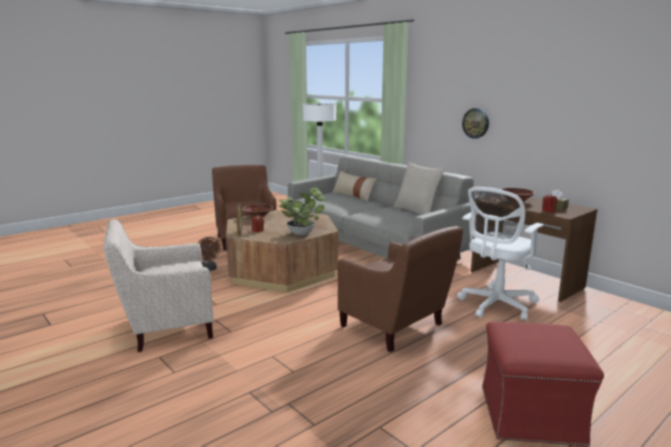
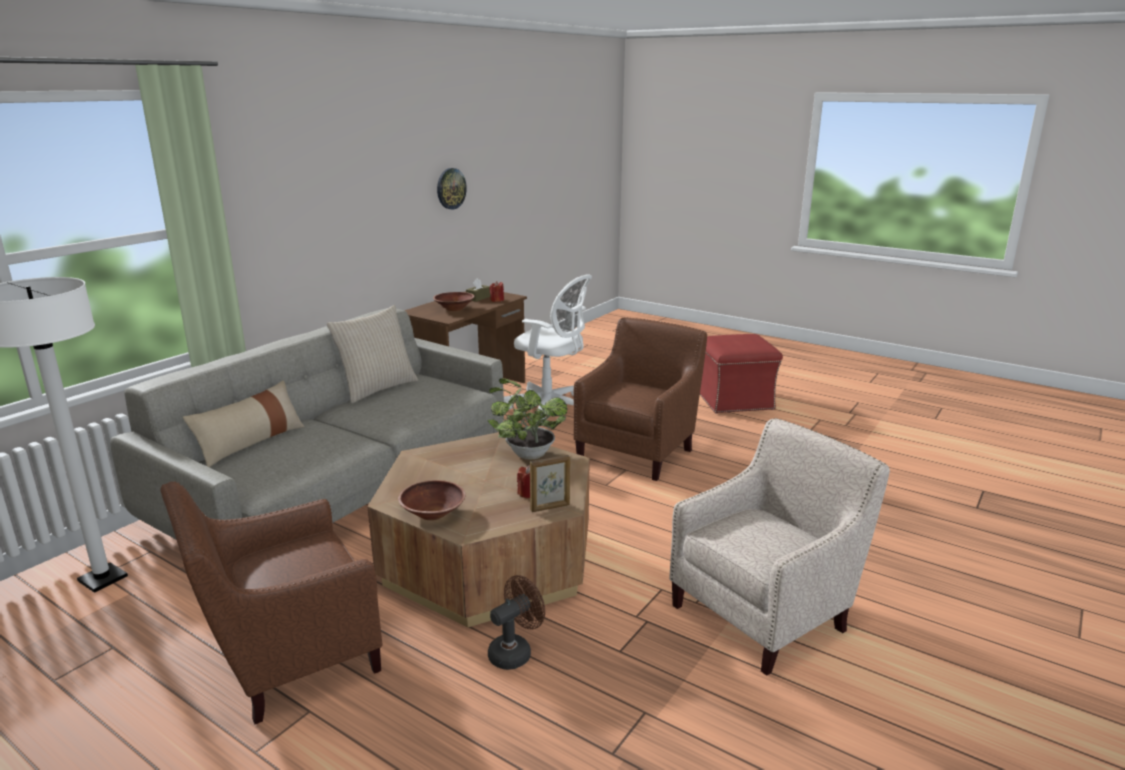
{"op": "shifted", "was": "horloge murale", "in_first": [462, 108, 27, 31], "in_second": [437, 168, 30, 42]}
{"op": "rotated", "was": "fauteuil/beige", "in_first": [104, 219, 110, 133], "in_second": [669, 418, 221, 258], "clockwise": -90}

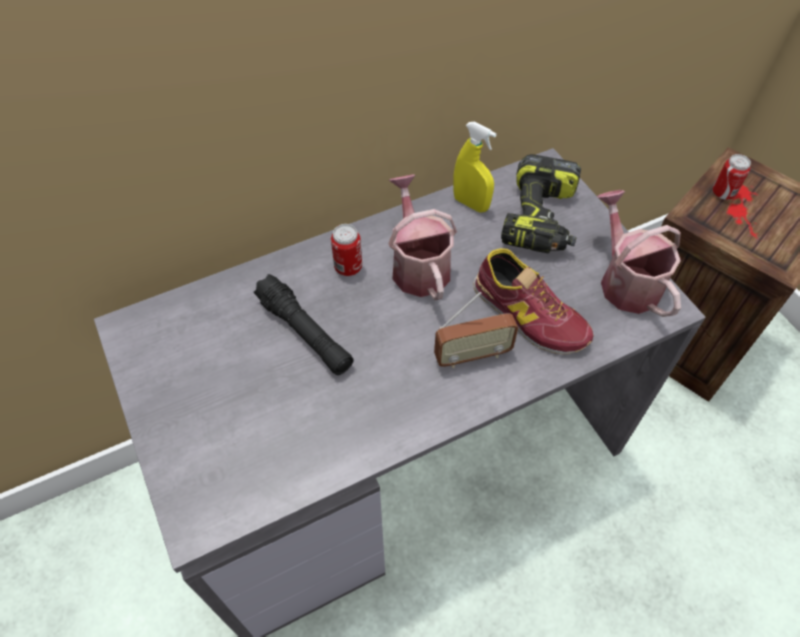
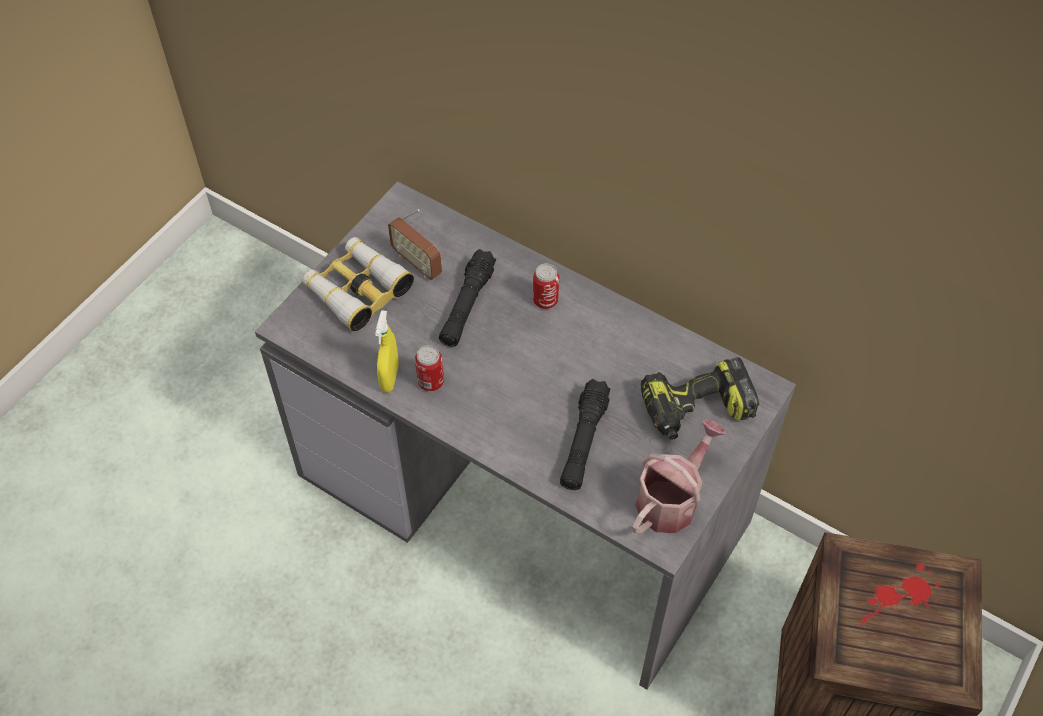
{"op": "shifted", "was": "vaporisateur/jaune", "in_first": [453, 122, 44, 91], "in_second": [375, 310, 24, 83]}
{"op": "shifted", "was": "boîte métallique", "in_first": [712, 154, 39, 46], "in_second": [415, 345, 29, 46]}
{"op": "gone", "was": "arrosoir", "in_first": [388, 174, 69, 126]}
{"op": "swapped", "was": "chaussure", "now": "lampe de poche/noir", "in_first": [473, 248, 121, 106], "in_second": [560, 379, 51, 111]}
{"op": "shifted", "was": "radio", "in_first": [434, 292, 84, 76], "in_second": [388, 209, 54, 71]}
{"op": "new", "now": "jumelles", "in_second": [302, 237, 112, 95]}

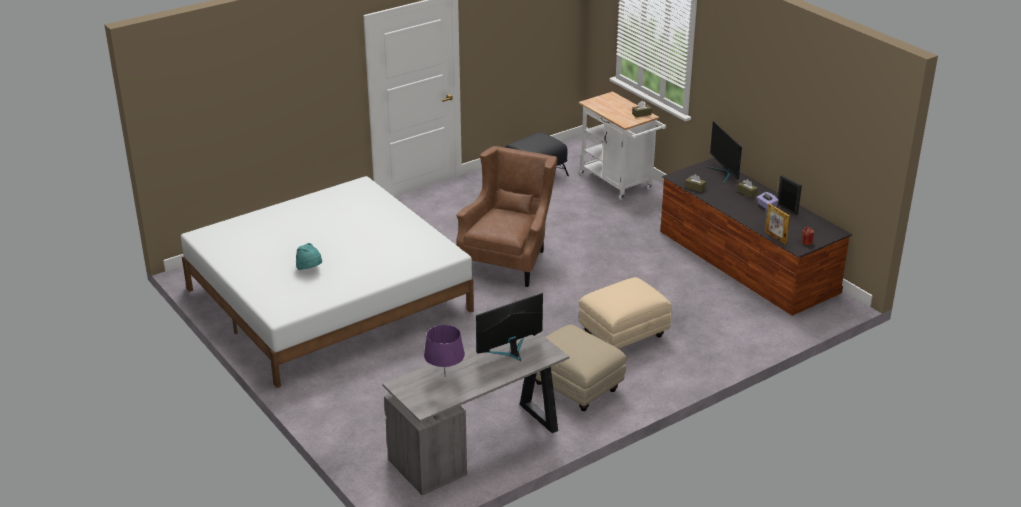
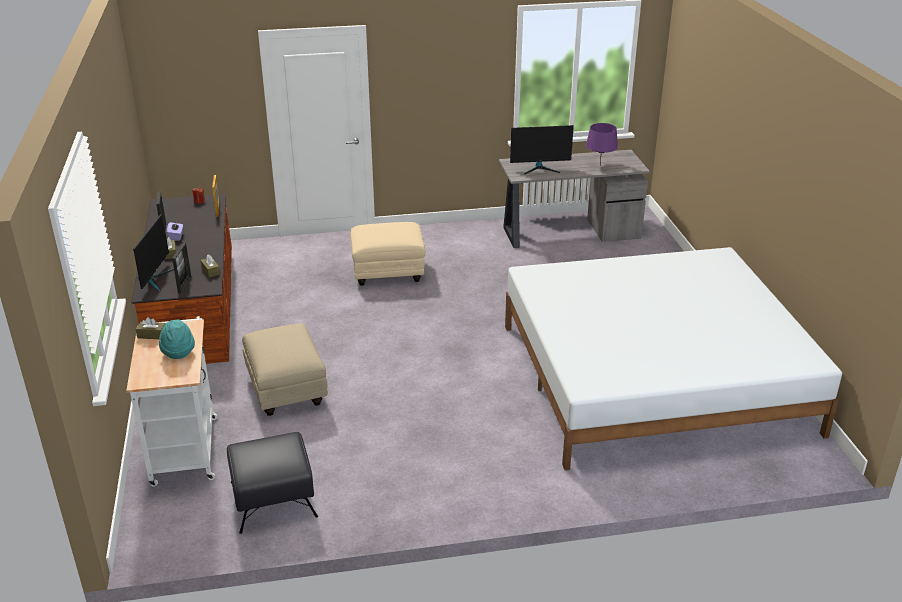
{"op": "gone", "was": "fauteuil/marron", "in_first": [456, 146, 101, 141]}
{"op": "shifted", "was": "chapeau/turquoise", "in_first": [296, 243, 26, 27], "in_second": [159, 320, 36, 39]}
{"op": "shifted", "was": "pouf/beige", "in_first": [535, 325, 92, 86], "in_second": [242, 324, 86, 92]}
{"op": "new", "now": "cadre photo", "in_second": [172, 243, 19, 50]}

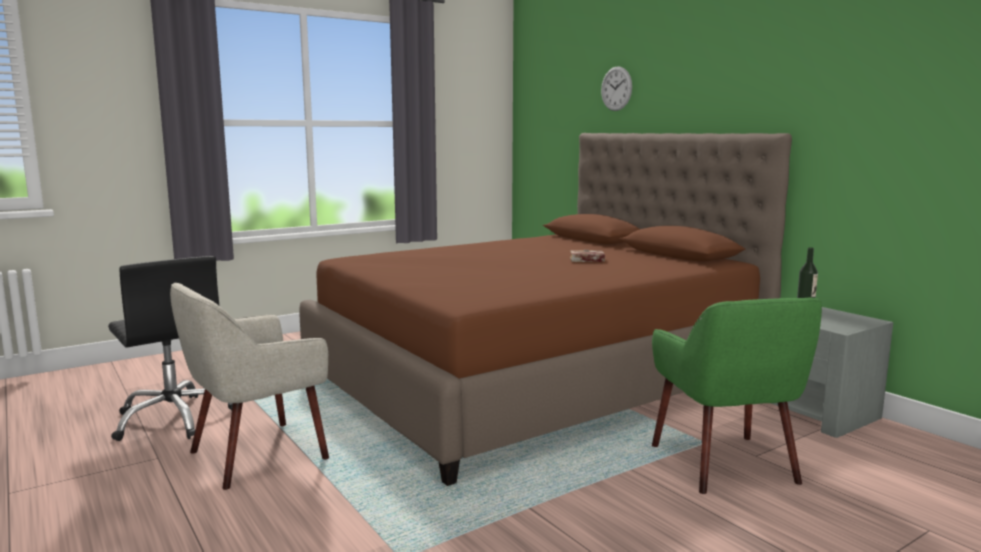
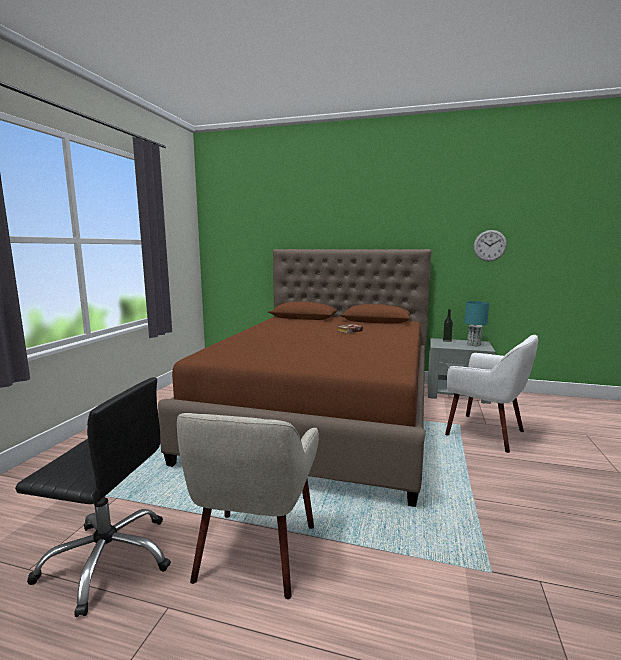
{"op": "shifted", "was": "horloge murale", "in_first": [601, 66, 31, 45], "in_second": [474, 230, 33, 31]}
{"op": "repainted", "was": "fauteuil/vert", "now": "fauteuil/blanc", "in_first": [652, 298, 170, 196], "in_second": [445, 335, 93, 118]}
{"op": "new", "now": "lampe de table/turquoise", "in_second": [464, 301, 25, 45]}

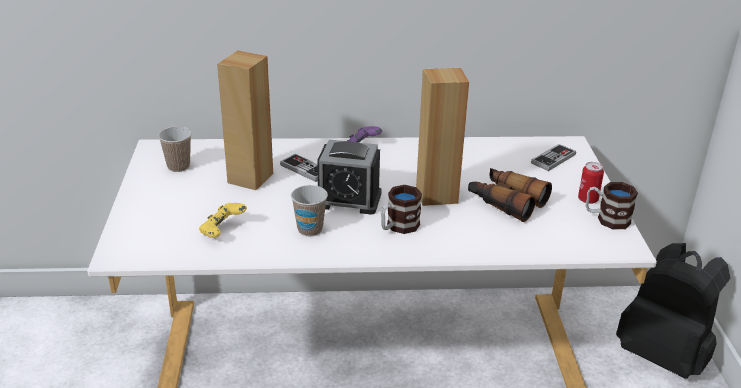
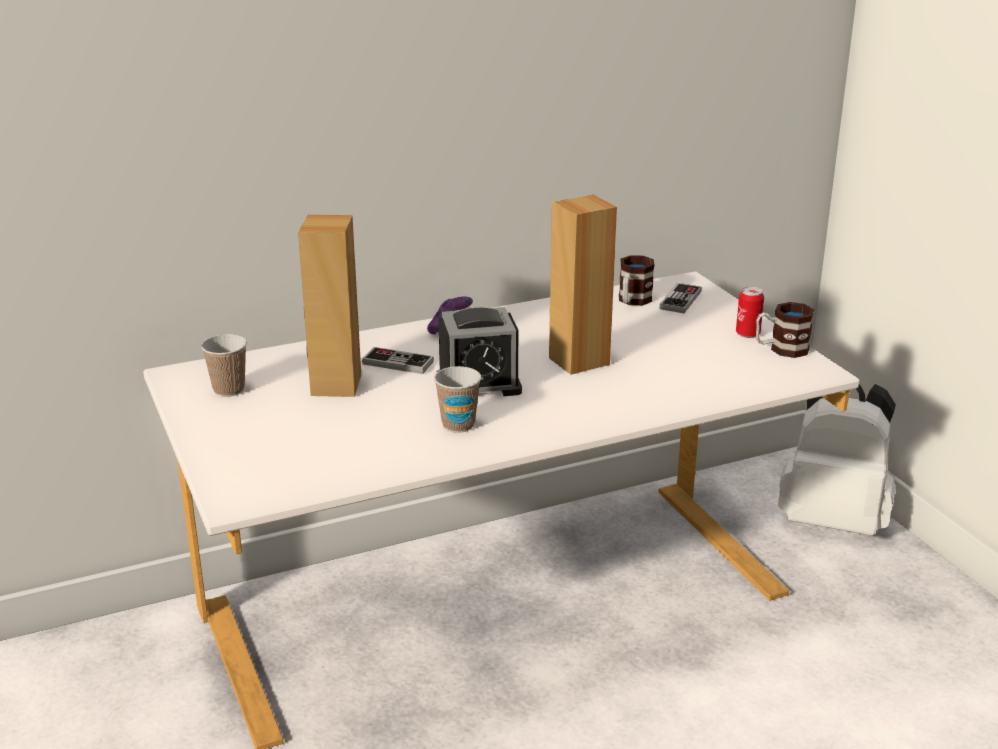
{"op": "gone", "was": "jumelles", "in_first": [468, 168, 84, 54]}
{"op": "shifted", "was": "mug", "in_first": [381, 185, 41, 49], "in_second": [619, 255, 36, 50]}
{"op": "gone", "was": "manette/jaune", "in_first": [199, 203, 48, 35]}
{"op": "repainted", "was": "sac à dos/noir", "now": "sac à dos/blanc", "in_first": [616, 243, 114, 136], "in_second": [778, 384, 118, 152]}

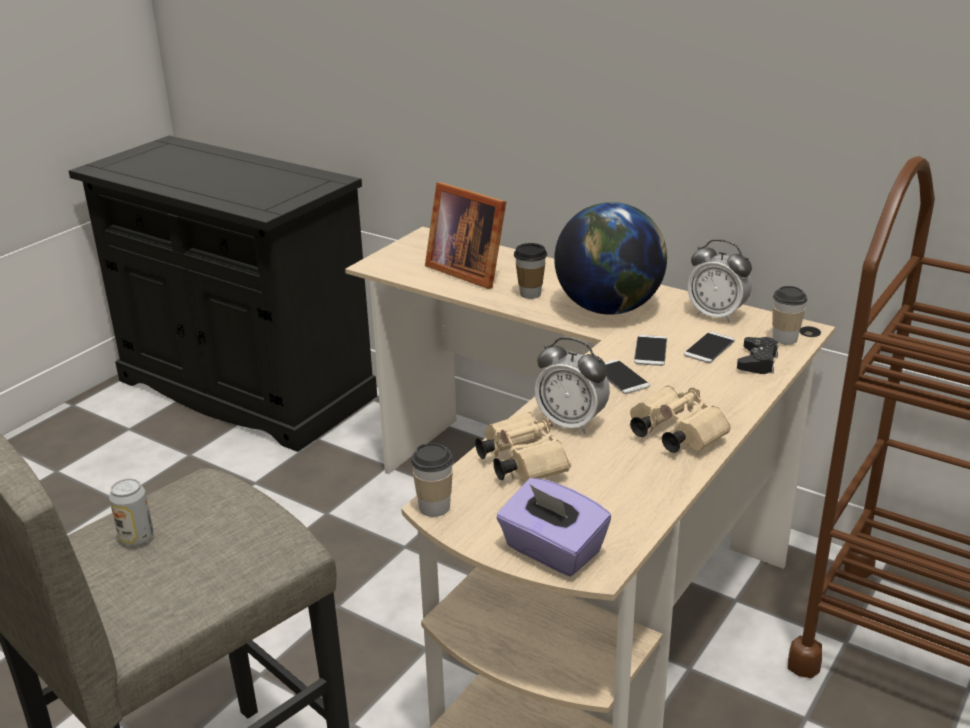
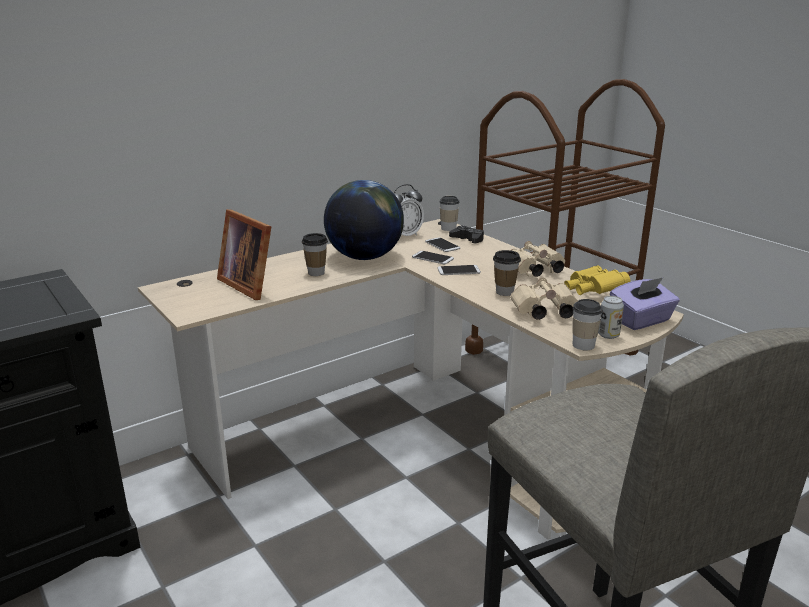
{"op": "rotated", "was": "cadre photo", "in_first": [425, 182, 81, 107], "in_second": [217, 209, 54, 91], "clockwise": 75}
{"op": "swapped", "was": "réveil", "now": "tasse", "in_first": [535, 337, 75, 97], "in_second": [493, 250, 28, 46]}
{"op": "shifted", "was": "boîte métallique", "in_first": [109, 479, 45, 67], "in_second": [598, 296, 26, 43]}
{"op": "new", "now": "jumelles/jaune", "in_second": [564, 266, 67, 29]}

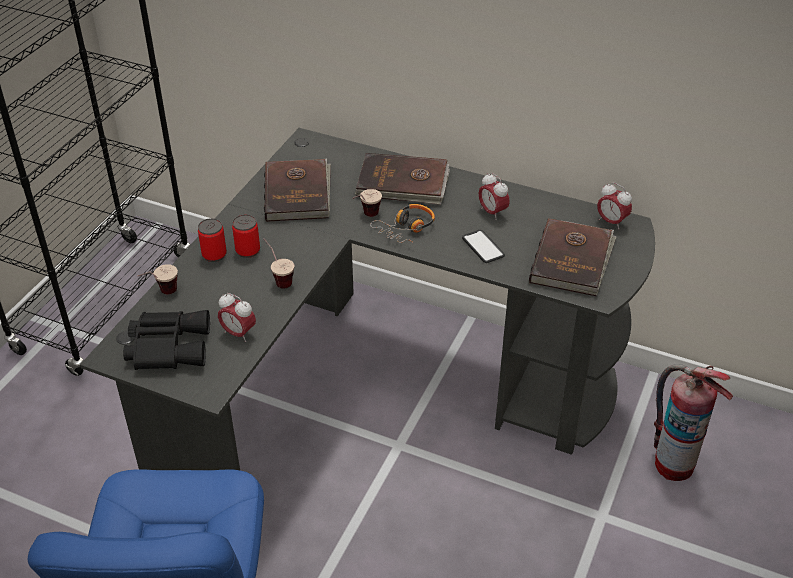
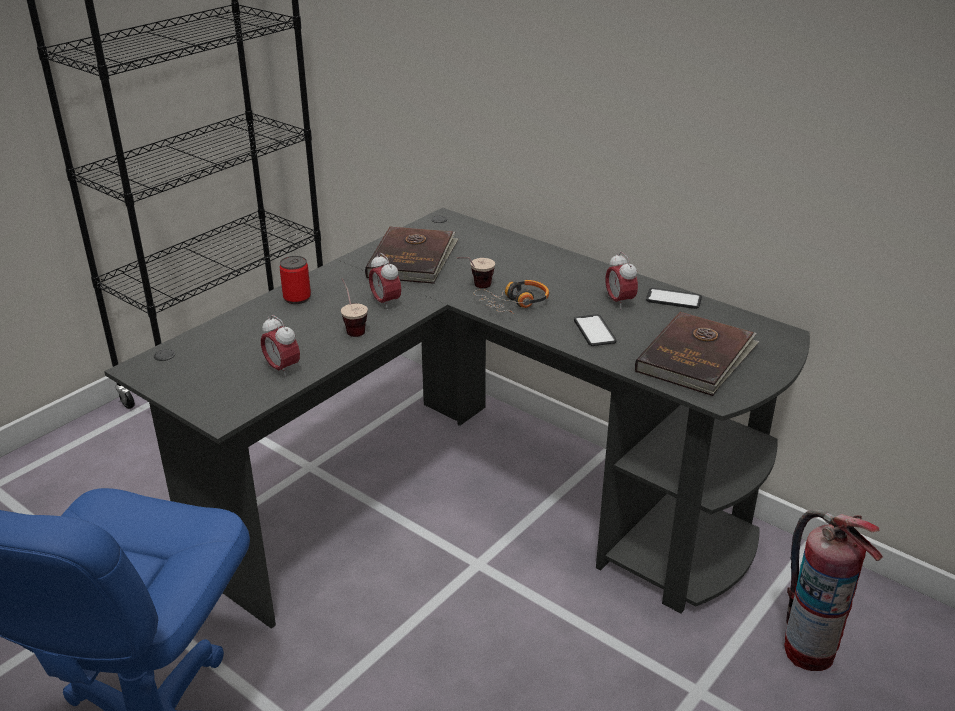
{"op": "gone", "was": "livre/marron", "in_first": [355, 153, 95, 52]}
{"op": "shifted", "was": "réveil", "in_first": [597, 182, 35, 48], "in_second": [369, 253, 32, 57]}
{"op": "gone", "was": "boîte métallique", "in_first": [232, 214, 28, 44]}
{"op": "gone", "was": "tasse", "in_first": [137, 264, 41, 30]}
{"op": "gone", "was": "jumelles/noir", "in_first": [123, 310, 87, 60]}
{"op": "new", "now": "téléphone", "in_second": [646, 288, 56, 21]}

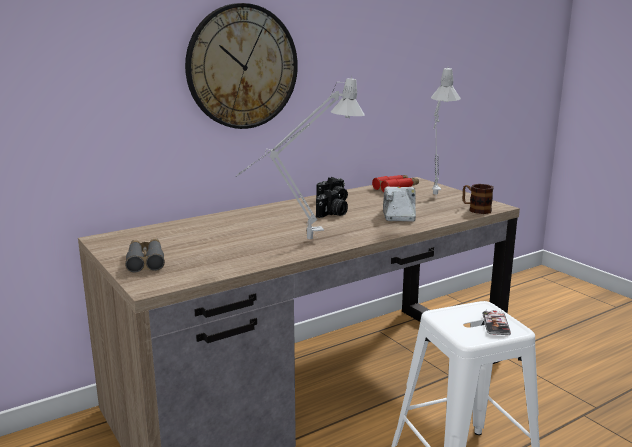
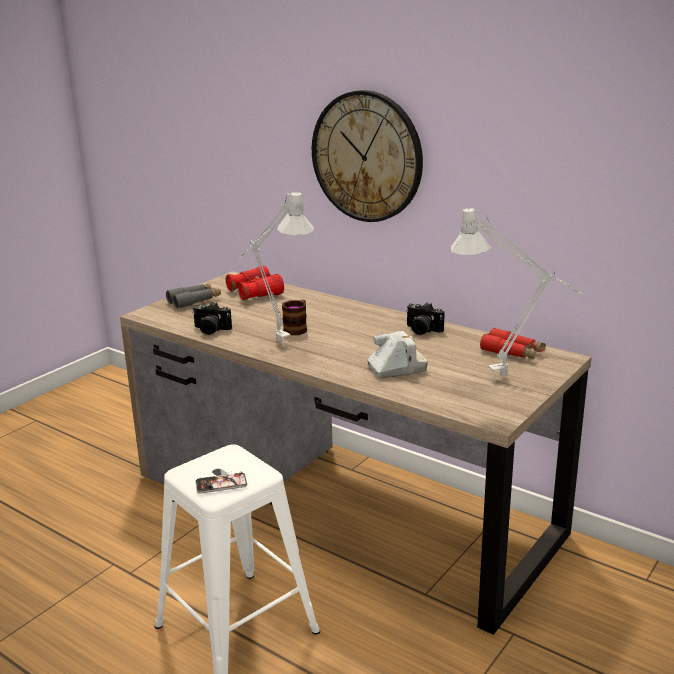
{"op": "shifted", "was": "mug", "in_first": [463, 184, 31, 30], "in_second": [282, 300, 25, 35]}
{"op": "shifted", "was": "appareil photo", "in_first": [316, 189, 32, 29], "in_second": [192, 302, 40, 33]}
{"op": "new", "now": "jumelles/rouge", "in_second": [226, 266, 58, 35]}

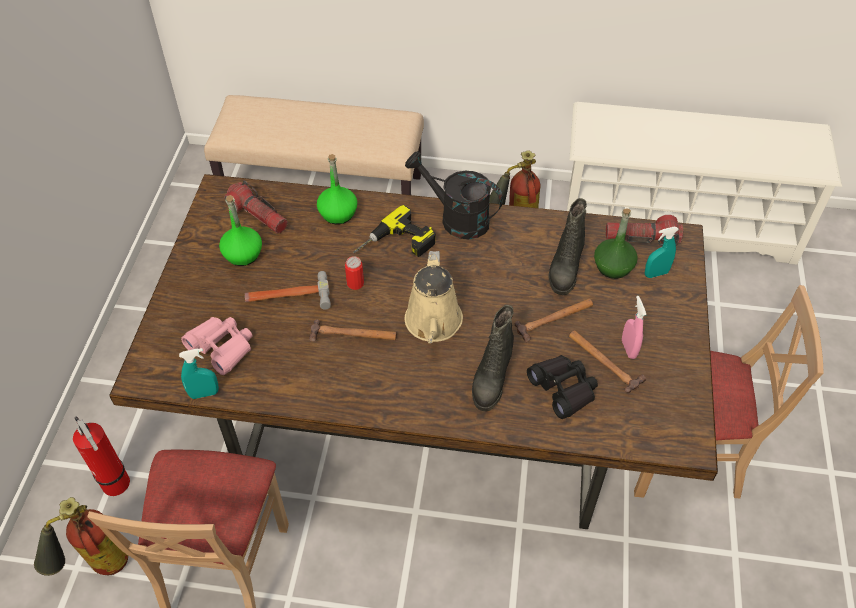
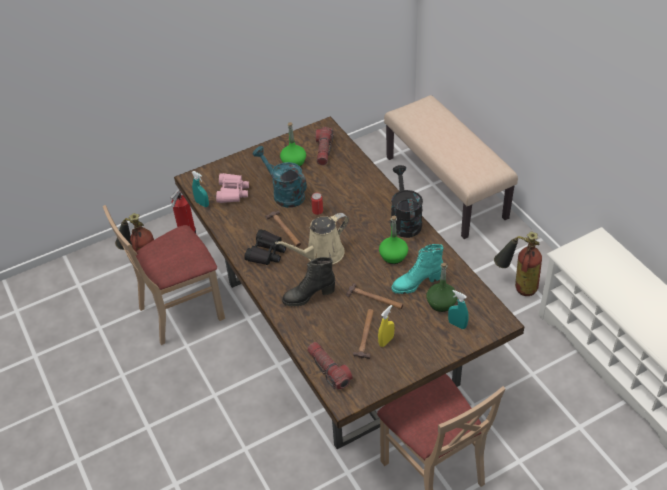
{"op": "shifted", "was": "bouteille/vert", "in_first": [317, 154, 40, 71], "in_second": [379, 216, 29, 48]}
{"op": "repainted", "was": "botte/noir", "now": "botte/turquoise", "in_first": [548, 198, 39, 97], "in_second": [392, 244, 52, 50]}
{"op": "gone", "was": "perceuse", "in_first": [353, 205, 82, 52]}
{"op": "shifted", "was": "lampe de poche", "in_first": [606, 215, 77, 31], "in_second": [307, 342, 46, 48]}
{"op": "swapped", "was": "marteau", "now": "arrosoir/turquoise", "in_first": [245, 271, 86, 39], "in_second": [253, 146, 54, 62]}
{"op": "repainted", "was": "vaporisateur/rose", "now": "vaporisateur/jaune", "in_first": [622, 296, 24, 63], "in_second": [378, 305, 16, 42]}
{"op": "shifted", "was": "jumelles/noir", "in_first": [527, 355, 71, 64], "in_second": [244, 229, 42, 36]}

